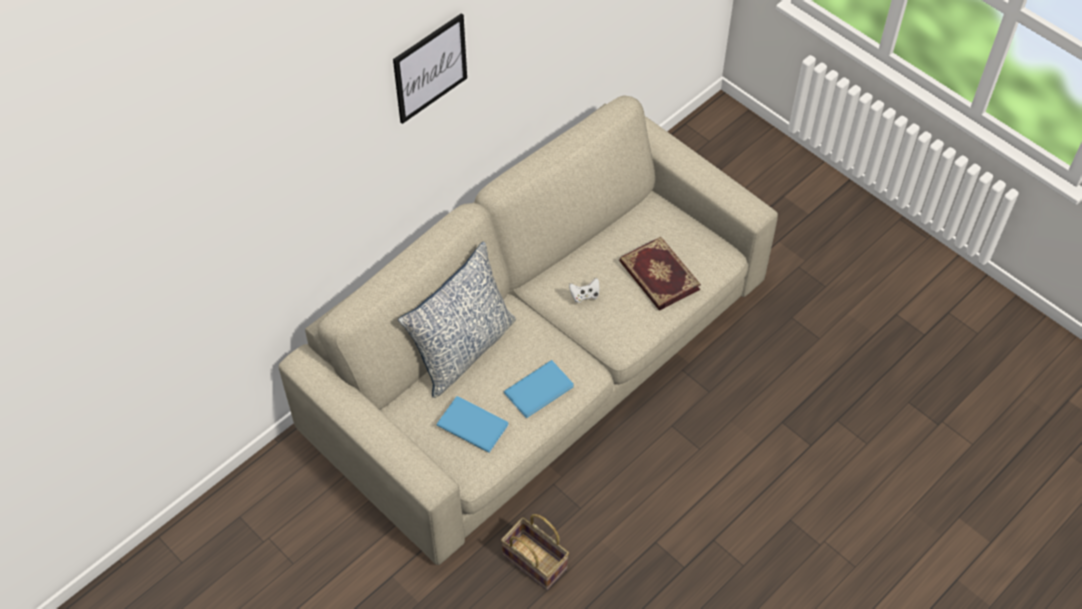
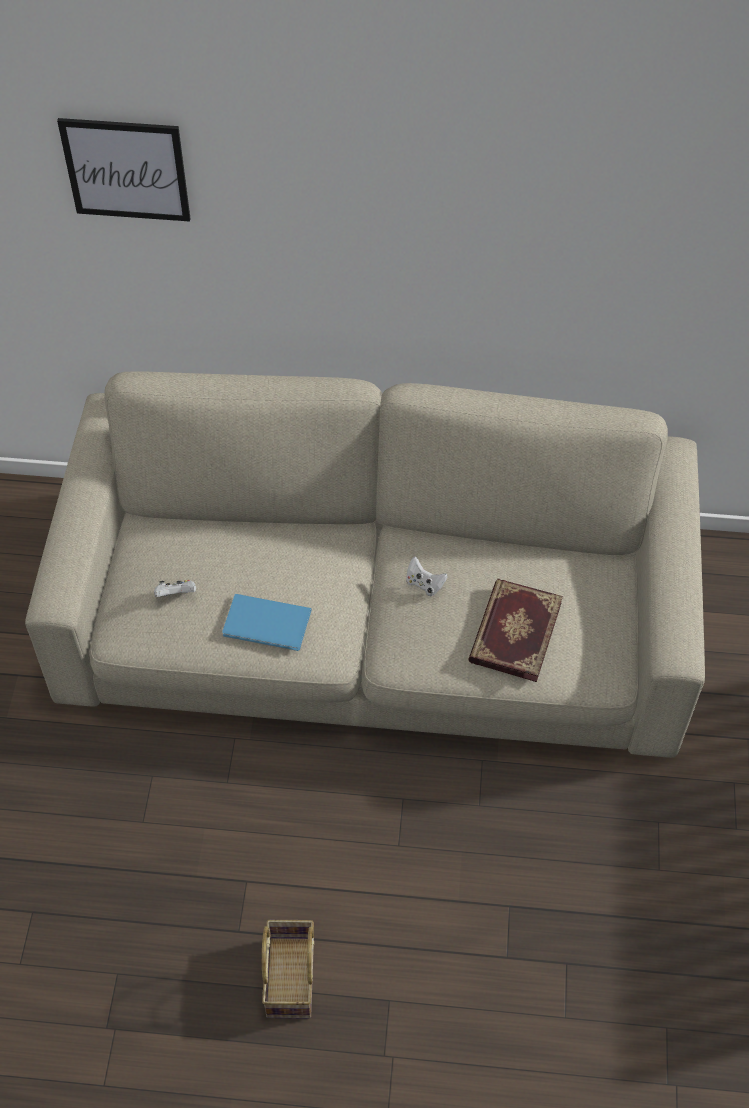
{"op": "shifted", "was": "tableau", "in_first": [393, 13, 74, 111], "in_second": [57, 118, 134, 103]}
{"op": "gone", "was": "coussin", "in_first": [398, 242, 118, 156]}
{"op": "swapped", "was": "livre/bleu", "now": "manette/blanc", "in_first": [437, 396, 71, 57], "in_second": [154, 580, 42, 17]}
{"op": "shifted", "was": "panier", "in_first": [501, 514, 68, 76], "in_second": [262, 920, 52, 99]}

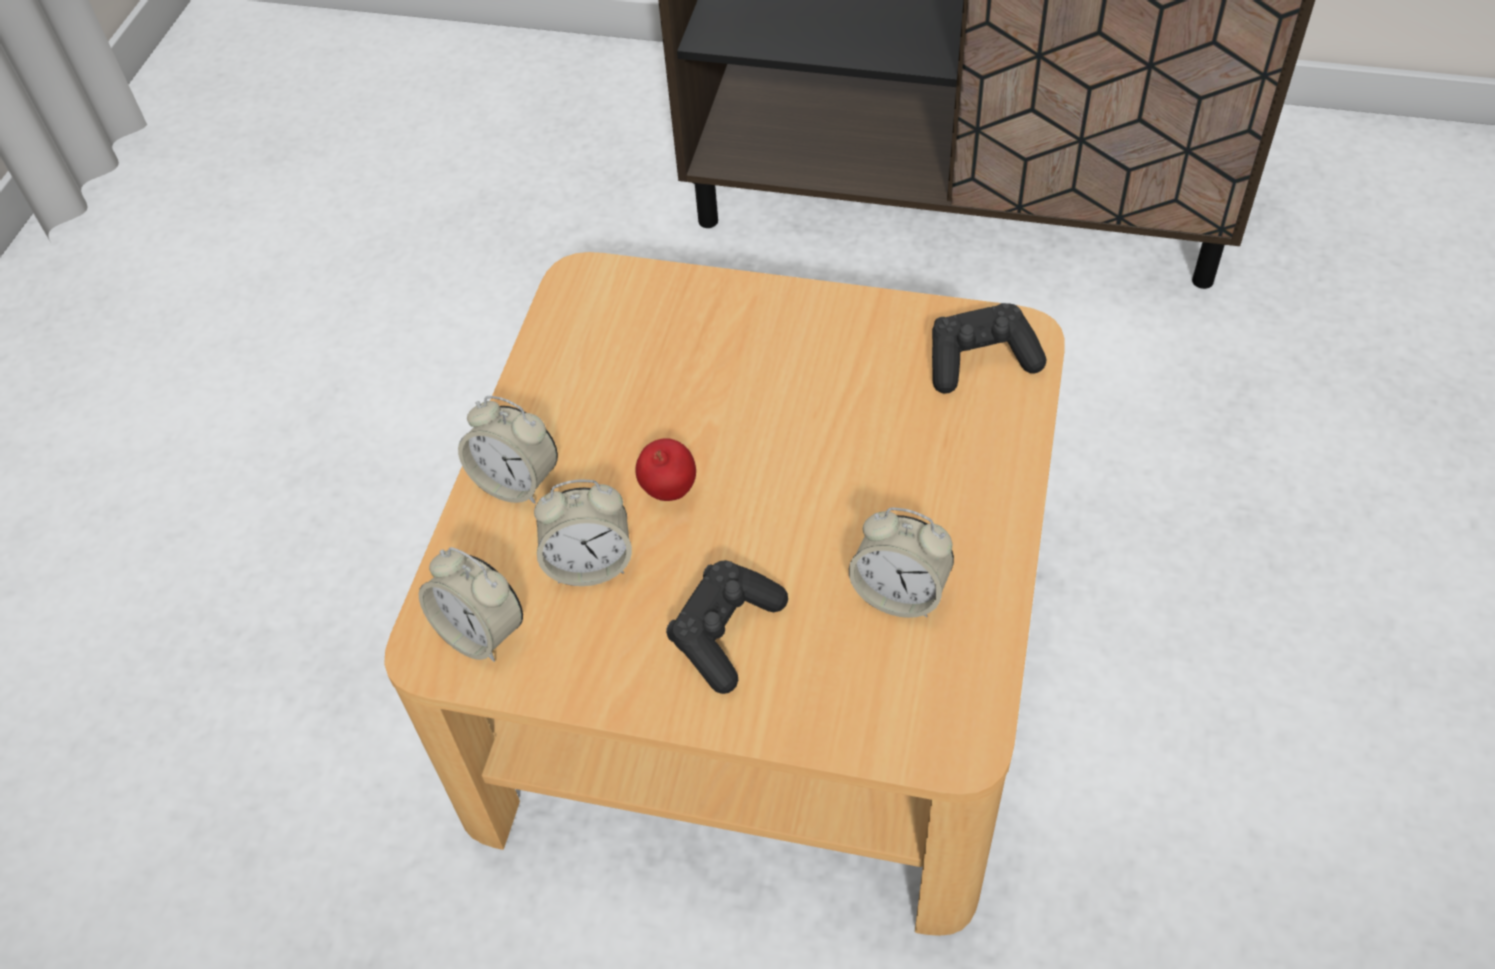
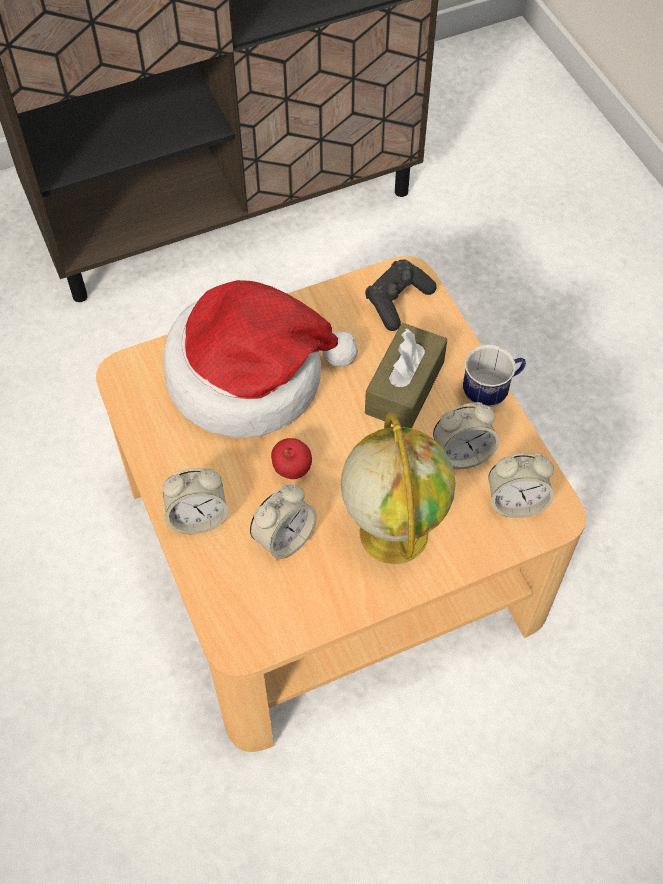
{"op": "shifted", "was": "réveil", "in_first": [419, 547, 104, 115], "in_second": [488, 453, 66, 65]}
{"op": "swapped", "was": "manette/noir", "now": "globe", "in_first": [666, 560, 122, 134], "in_second": [341, 413, 115, 151]}
{"op": "new", "now": "chapeau", "in_second": [163, 280, 195, 158]}
{"op": "new", "now": "boîte à mouchoirs/marron", "in_second": [365, 323, 82, 105]}
{"op": "new", "now": "mug", "in_second": [463, 345, 63, 62]}

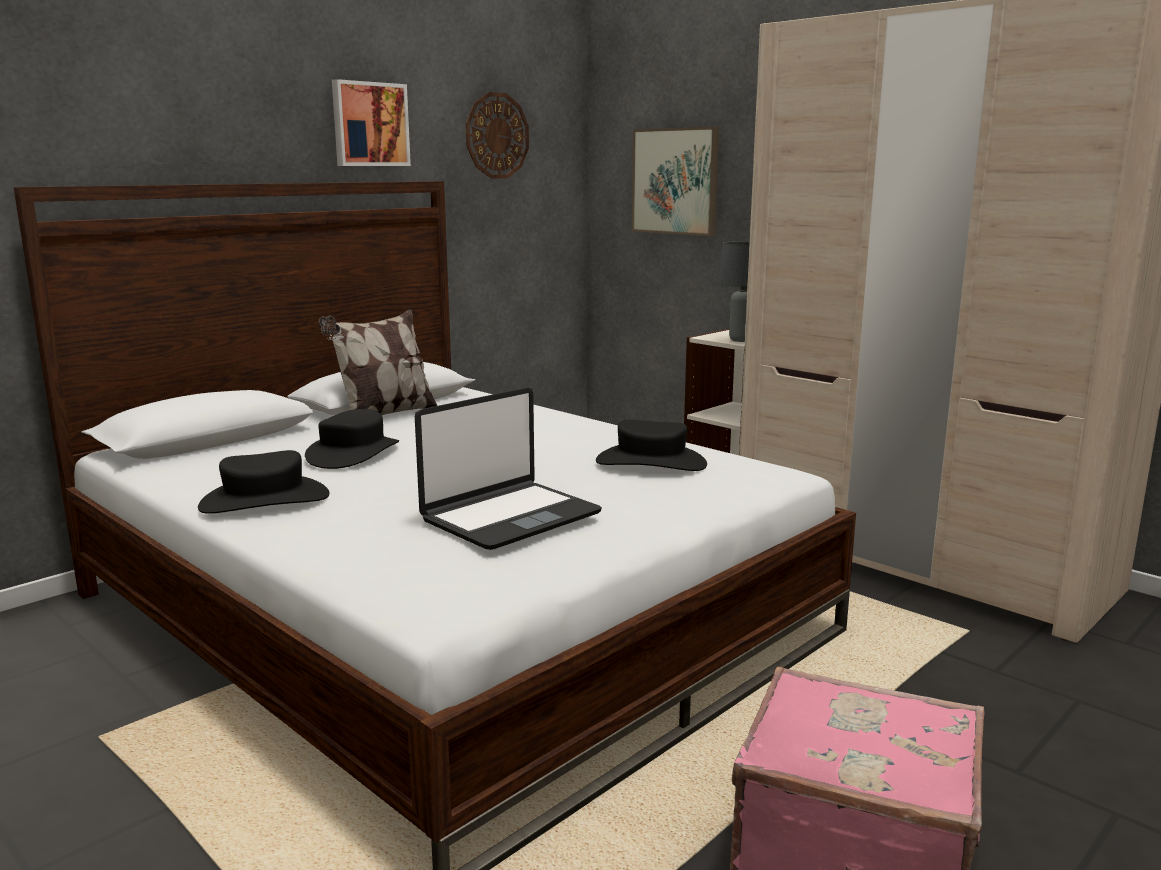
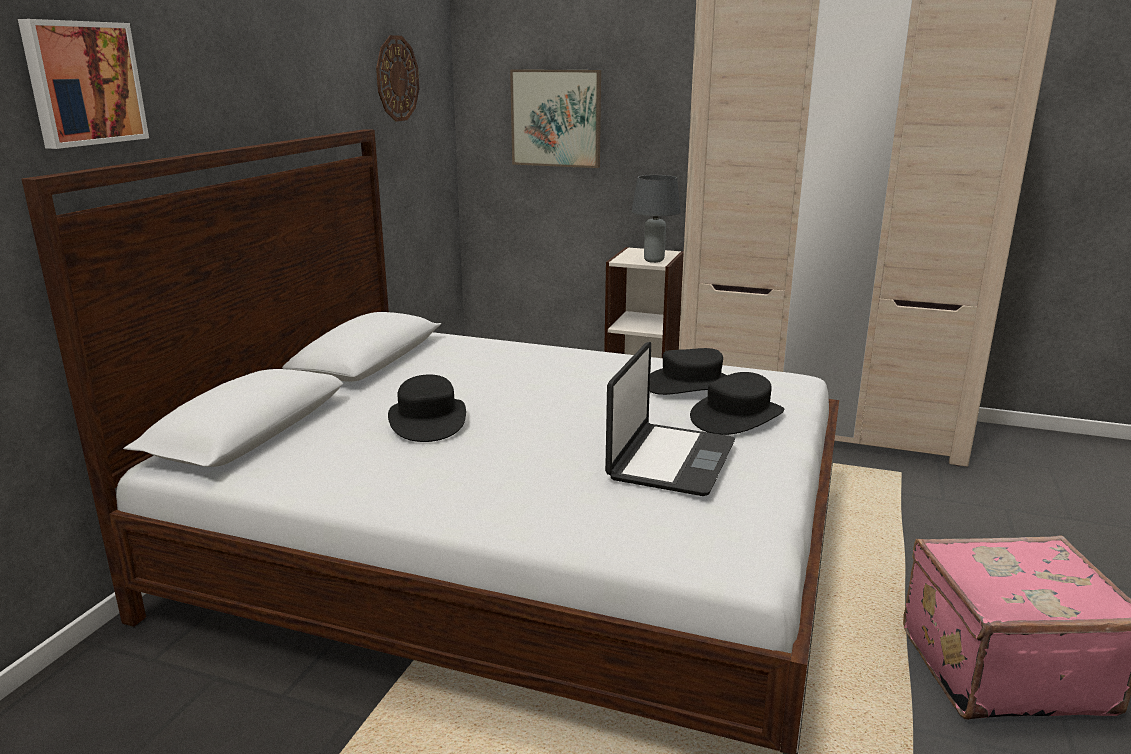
{"op": "shifted", "was": "tableau", "in_first": [332, 79, 79, 87], "in_second": [18, 19, 131, 130]}
{"op": "gone", "was": "coussin", "in_first": [319, 309, 119, 106]}
{"op": "shifted", "was": "chapeau/noir", "in_first": [198, 450, 131, 64], "in_second": [690, 372, 94, 63]}

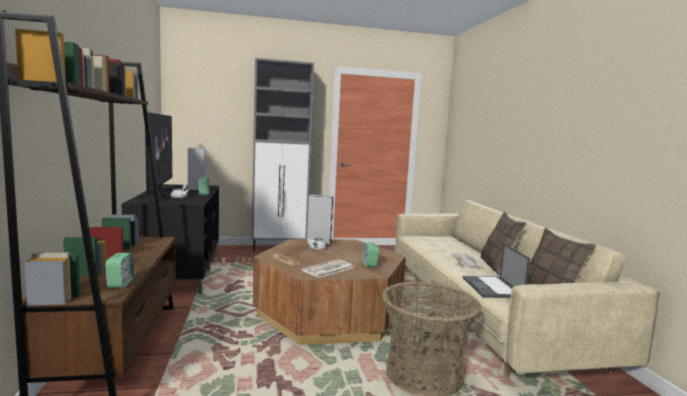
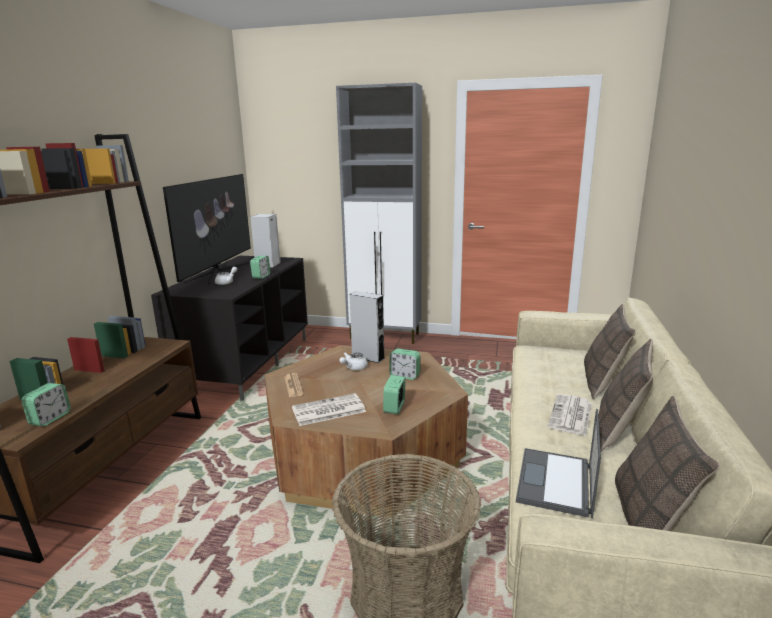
{"op": "new", "now": "coussin", "in_second": [584, 304, 52, 95]}
{"op": "new", "now": "réveil", "in_second": [389, 348, 32, 32]}

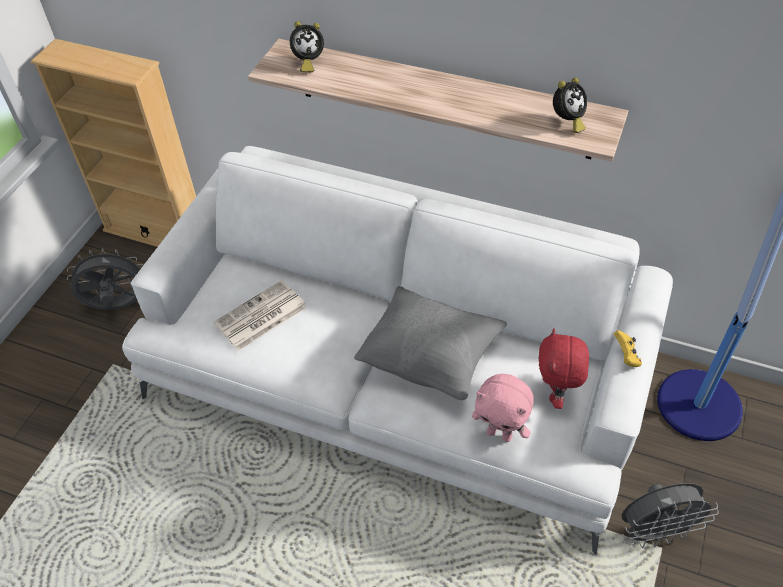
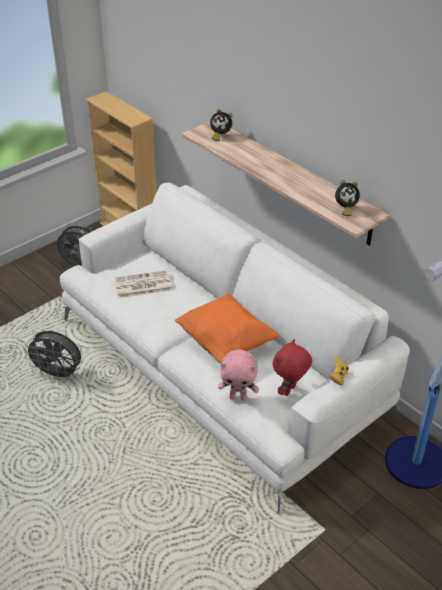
{"op": "repainted", "was": "coussin/gris", "now": "coussin/orange", "in_first": [354, 286, 153, 114], "in_second": [175, 294, 105, 69]}
{"op": "rotated", "was": "peluche/rose", "in_first": [472, 374, 62, 68], "in_second": [218, 349, 41, 52], "clockwise": -45}
{"op": "shifted", "was": "ventilateur/gris", "in_first": [621, 483, 98, 65], "in_second": [24, 331, 57, 50]}

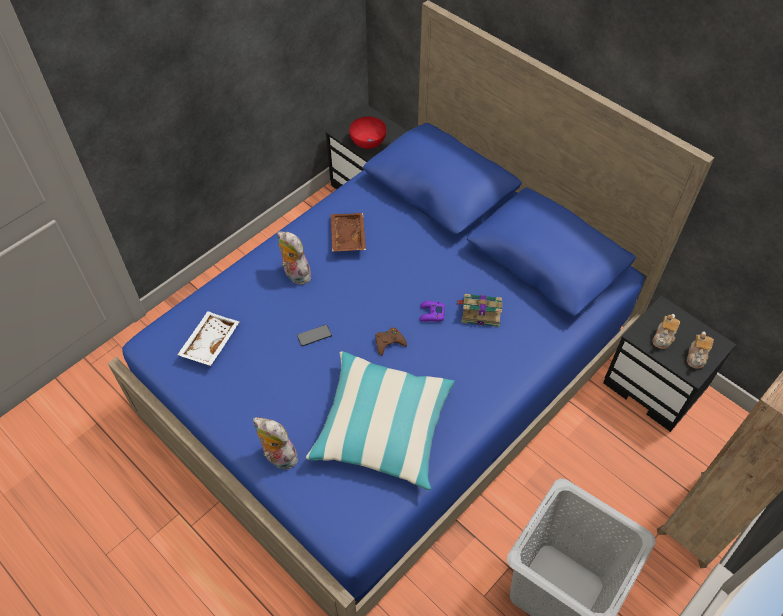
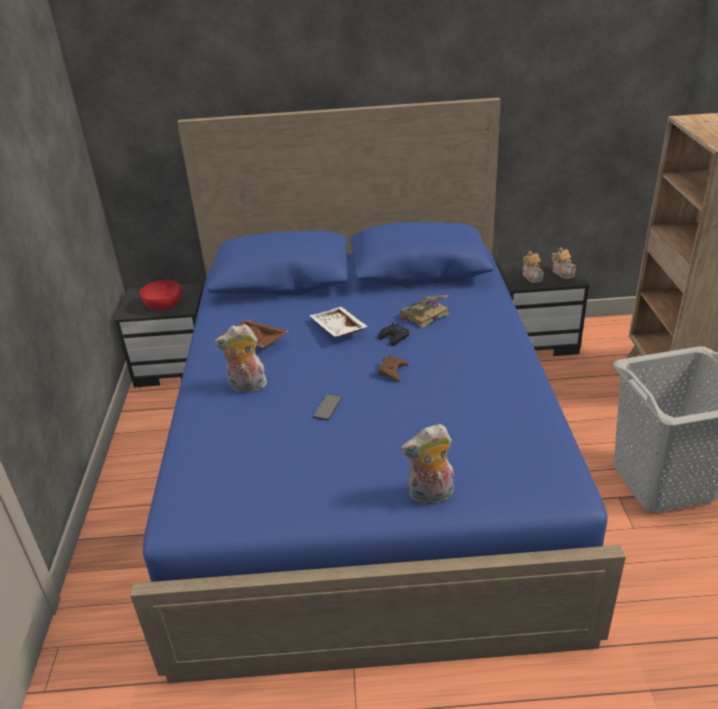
{"op": "repainted", "was": "manette/violet", "now": "manette/noir", "in_first": [419, 301, 26, 21], "in_second": [378, 322, 31, 24]}
{"op": "shifted", "was": "plateau/blanc", "in_first": [177, 311, 62, 55], "in_second": [309, 307, 59, 30]}
{"op": "gone", "was": "coussin", "in_first": [306, 351, 149, 139]}

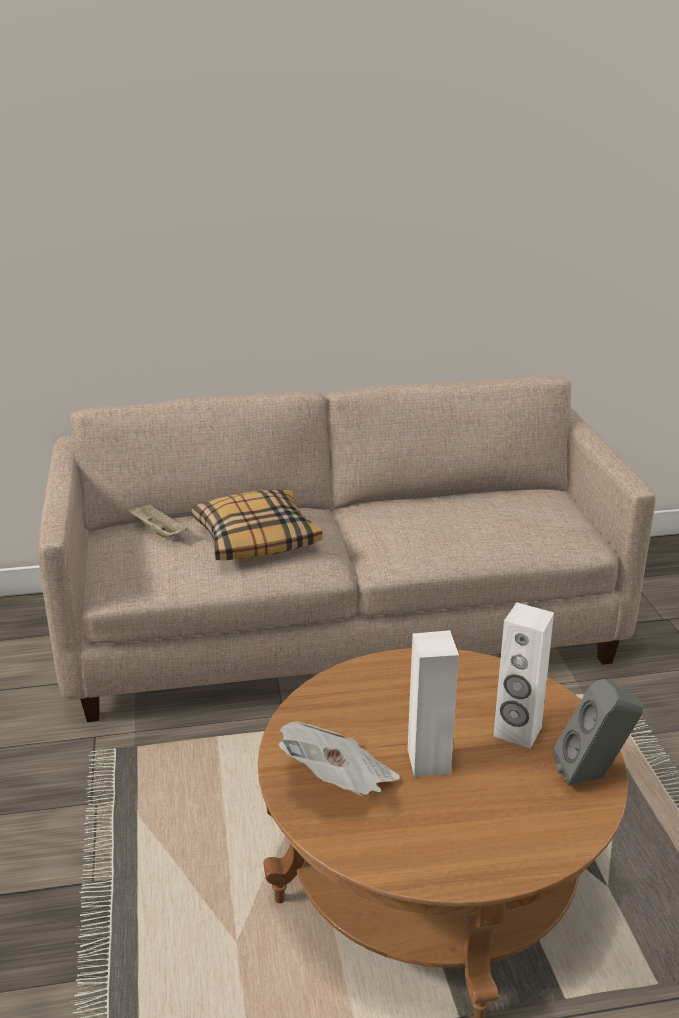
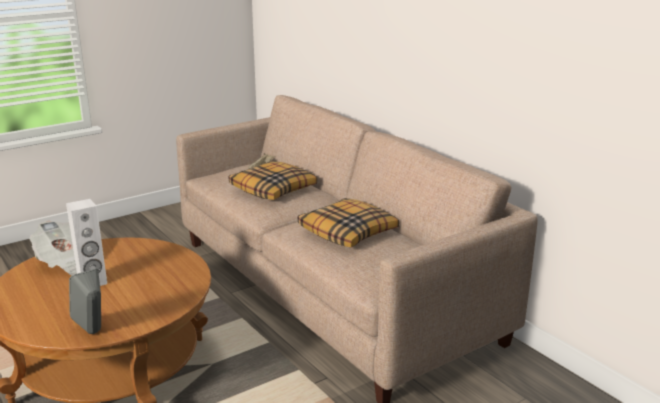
{"op": "gone", "was": "enceinte/blanc", "in_first": [493, 602, 61, 147]}
{"op": "new", "now": "coussin", "in_second": [298, 198, 101, 49]}

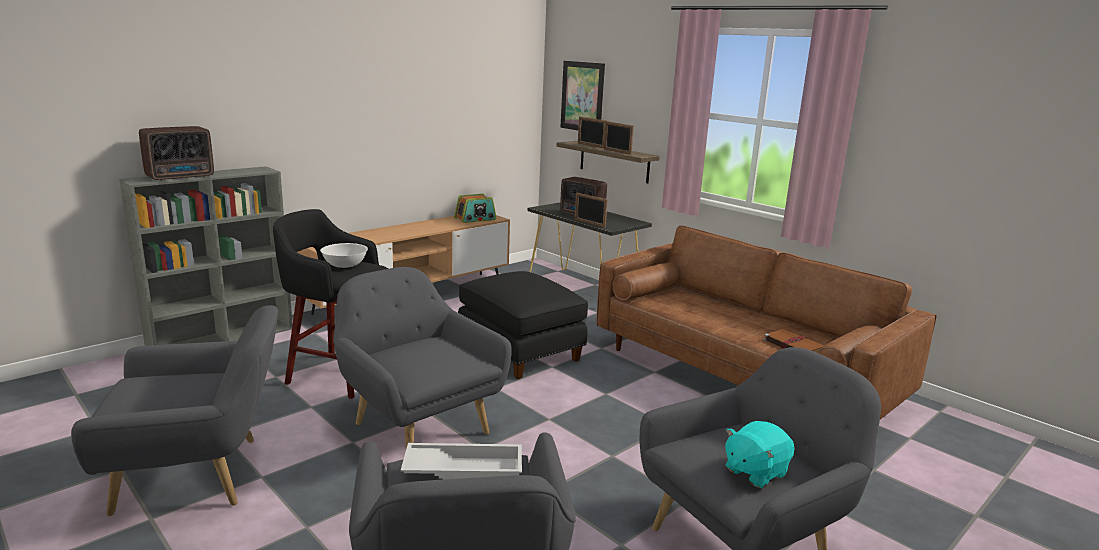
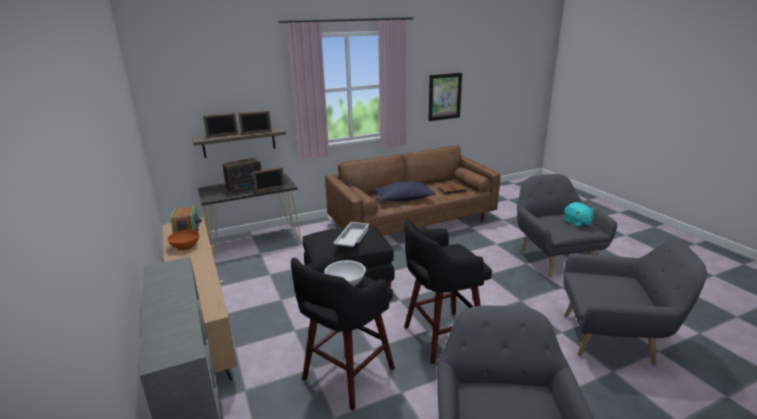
{"op": "shifted", "was": "tableau", "in_first": [561, 61, 44, 69], "in_second": [428, 73, 34, 48]}
{"op": "gone", "was": "radio", "in_first": [139, 126, 75, 55]}
{"op": "swapped", "was": "fauteuil/gris", "now": "tabouret/noir", "in_first": [333, 267, 179, 182], "in_second": [404, 219, 88, 145]}
{"op": "shifted", "was": "plateau/blanc", "in_first": [401, 443, 121, 37], "in_second": [333, 222, 36, 25]}
{"op": "new", "now": "coussin/bleu", "in_second": [374, 181, 62, 21]}
{"op": "new", "now": "bol/orange", "in_second": [167, 230, 32, 20]}

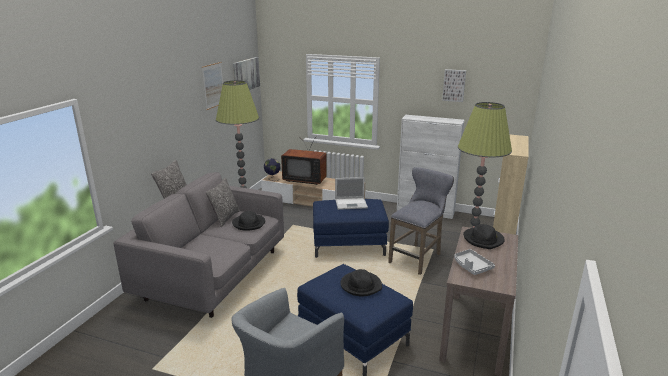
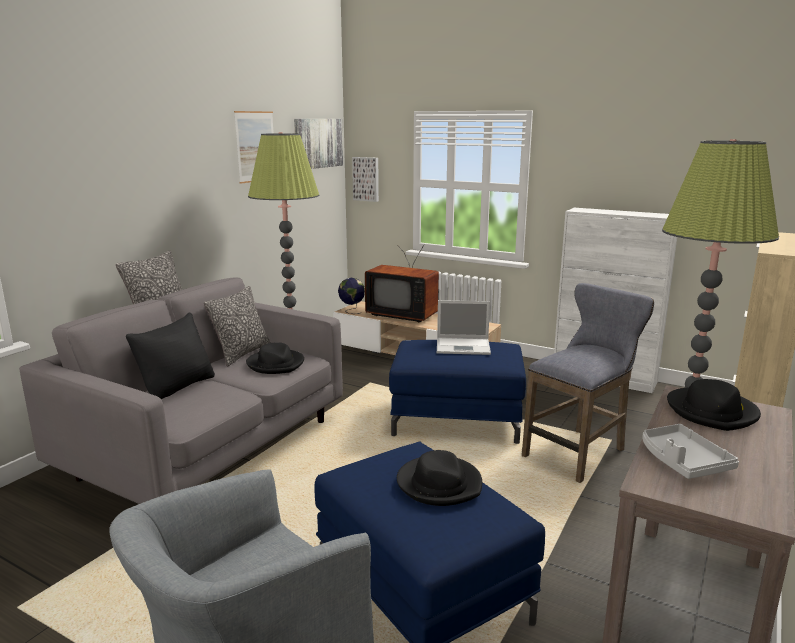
{"op": "shifted", "was": "tableau", "in_first": [442, 69, 24, 33], "in_second": [352, 157, 27, 45]}
{"op": "new", "now": "coussin/noir", "in_second": [126, 312, 89, 87]}

